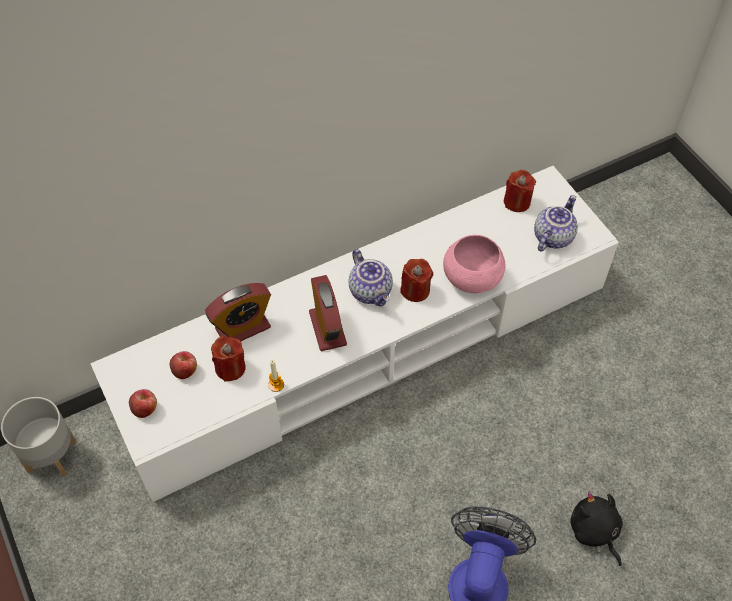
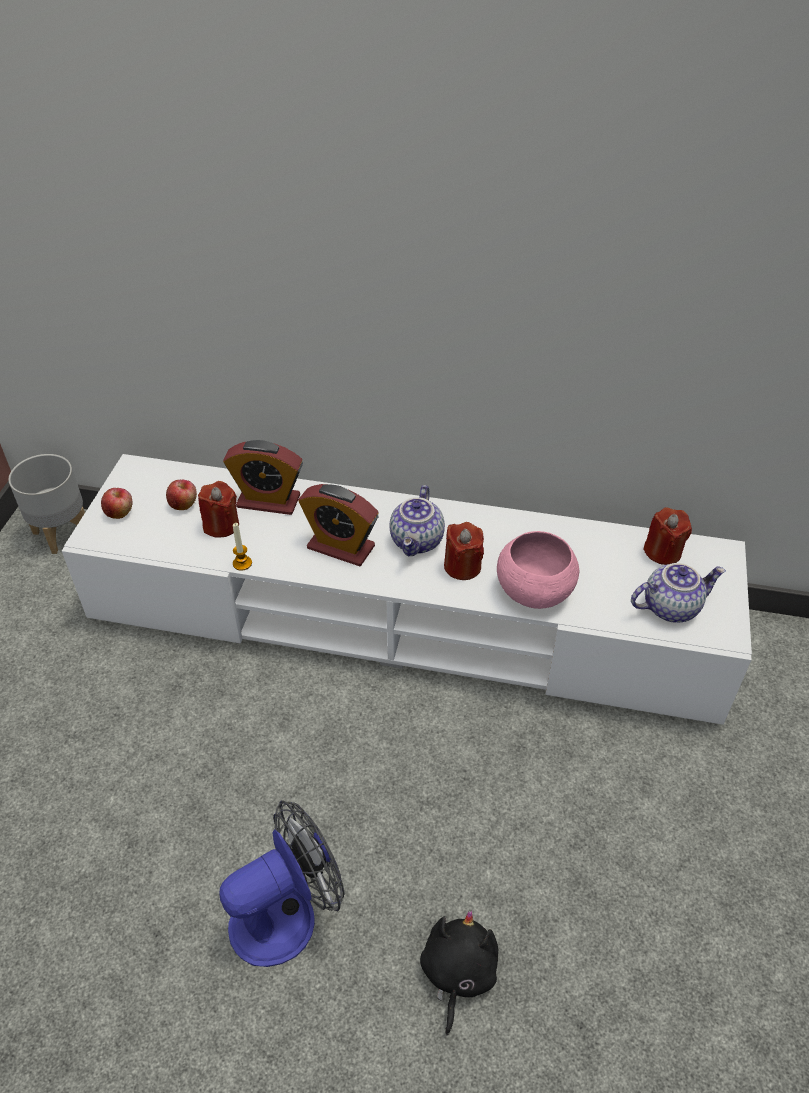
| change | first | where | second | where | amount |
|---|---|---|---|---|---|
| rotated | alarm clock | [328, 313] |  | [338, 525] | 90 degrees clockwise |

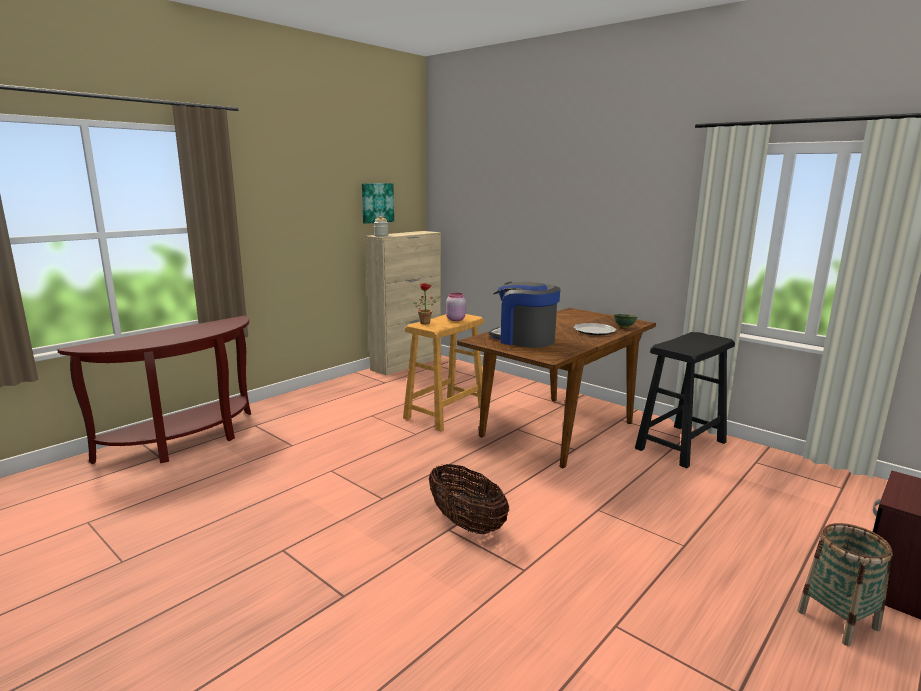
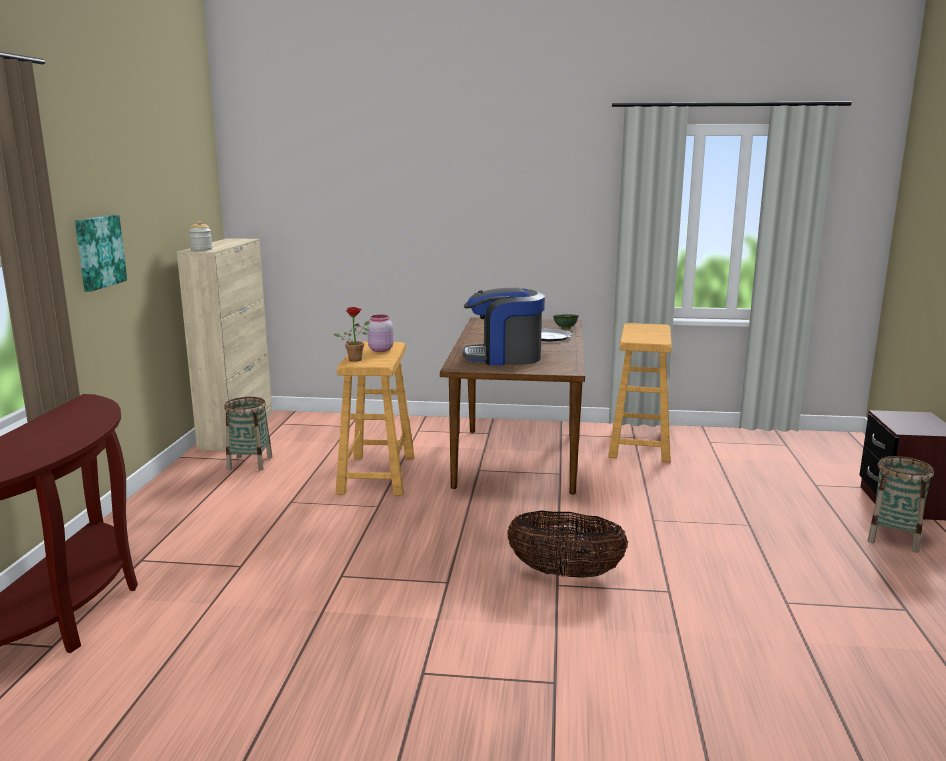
| change | first | where | second | where | amount |
|---|---|---|---|---|---|
| shifted | picture | [378, 203] |  | [101, 253] |  |
| repainted | black stool | [685, 400] | beige stool | [640, 393] |  |
| new |  |  | basket | [248, 433] |  |

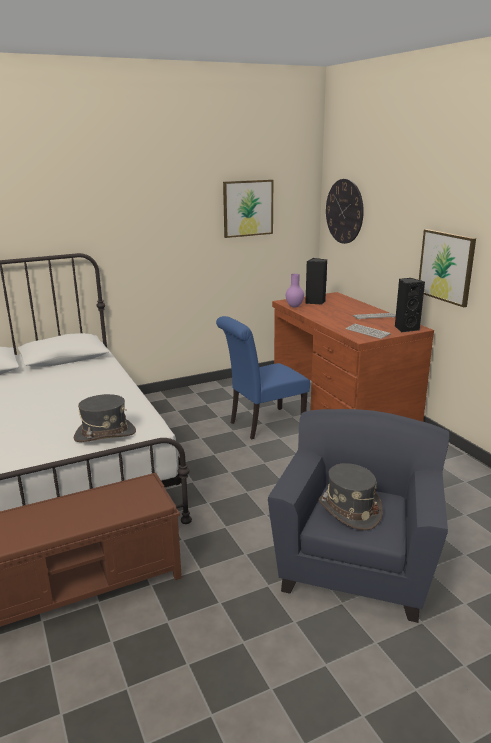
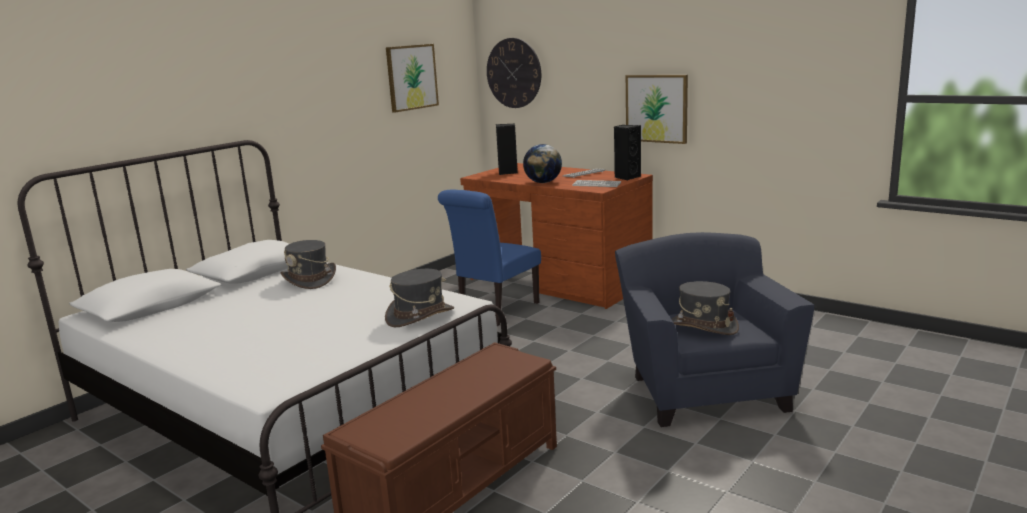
| change | first | where | second | where | amount |
|---|---|---|---|---|---|
| gone | purple vase | [295, 291] |  |  |  |
| new |  |  | globe | [542, 163] |  |
| new |  |  | grey hat | [308, 264] |  |

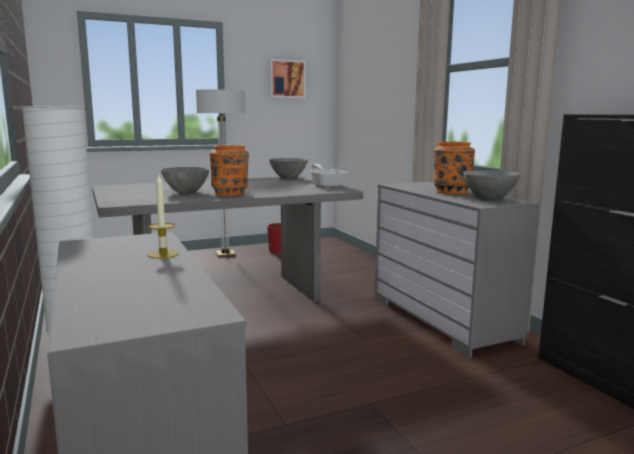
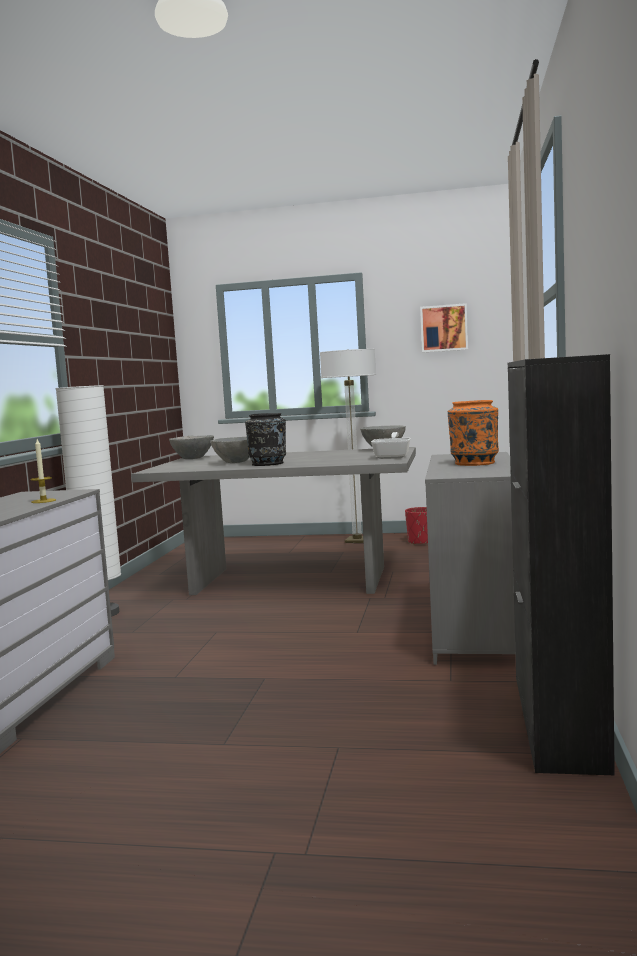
| change | first | where | second | where | amount |
|---|---|---|---|---|---|
| repainted | orange vase | [229, 170] | black vase | [265, 439] |  |
| shifted | grey bowl | [491, 185] |  | [191, 447] |  |

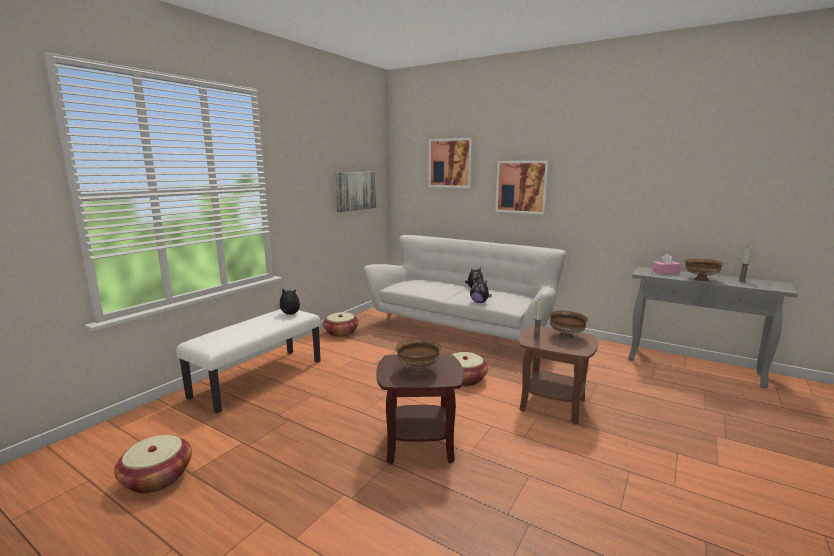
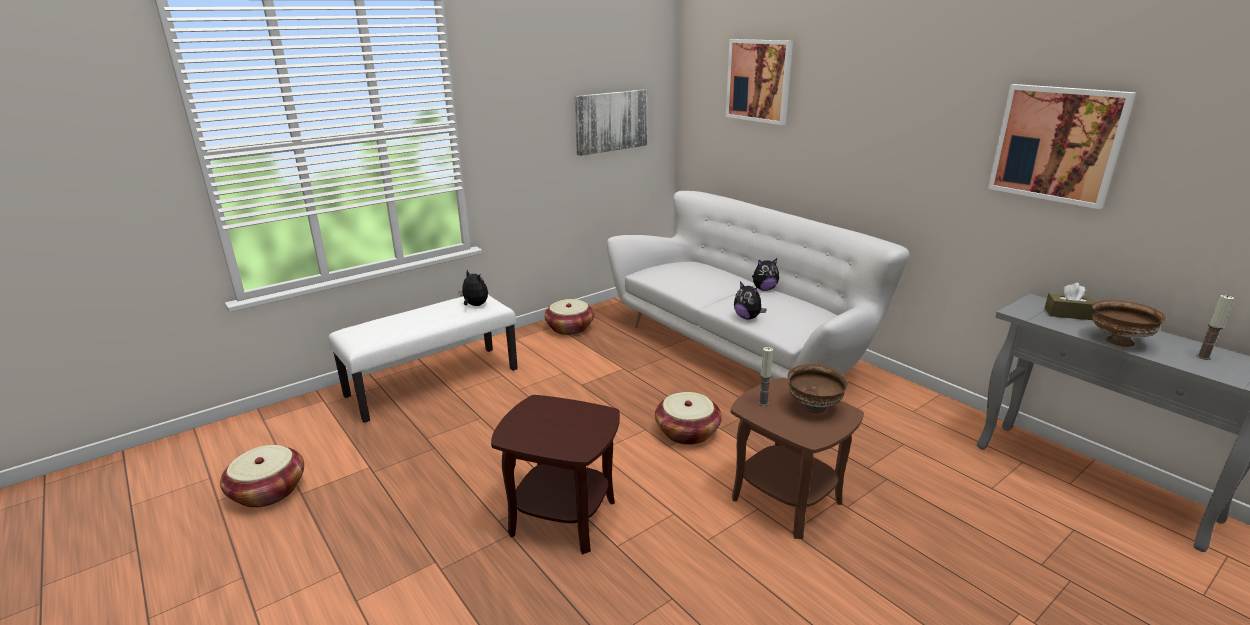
| change | first | where | second | where | amount |
|---|---|---|---|---|---|
| shifted | picture | [522, 188] |  | [1062, 146] |  |
| repainted | pink tissue box | [666, 264] | brown tissue box | [1070, 301] |  |
| gone | brown bowl | [418, 357] |  |  |  |

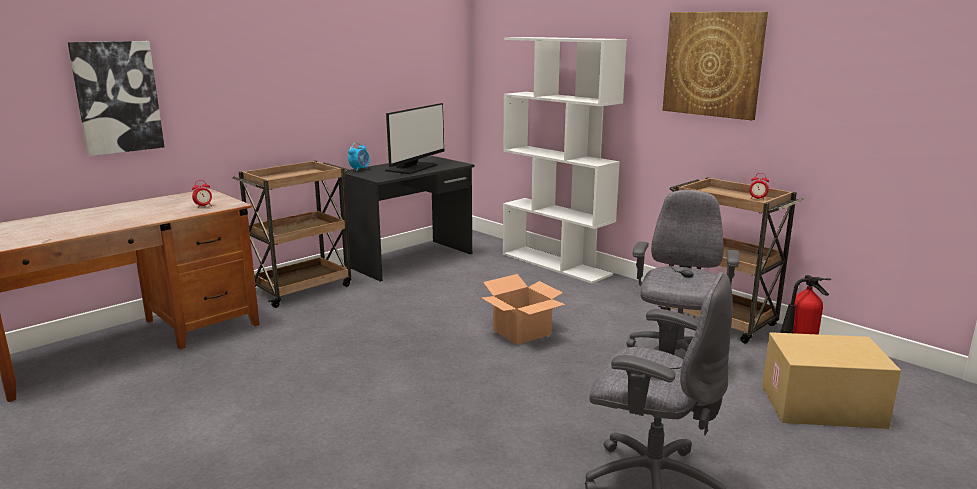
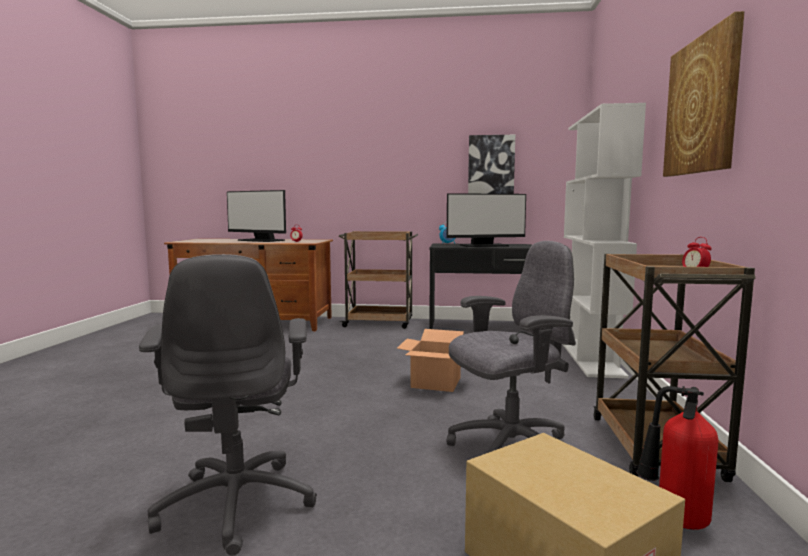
| change | first | where | second | where | amount |
|---|---|---|---|---|---|
| shifted | picture | [116, 98] |  | [491, 164] |  |
| new |  |  | monitor | [256, 216] |  |

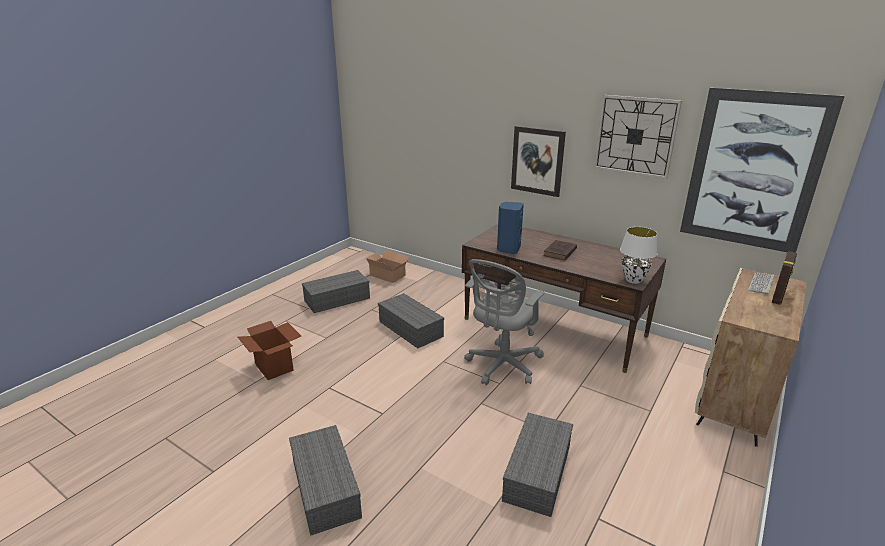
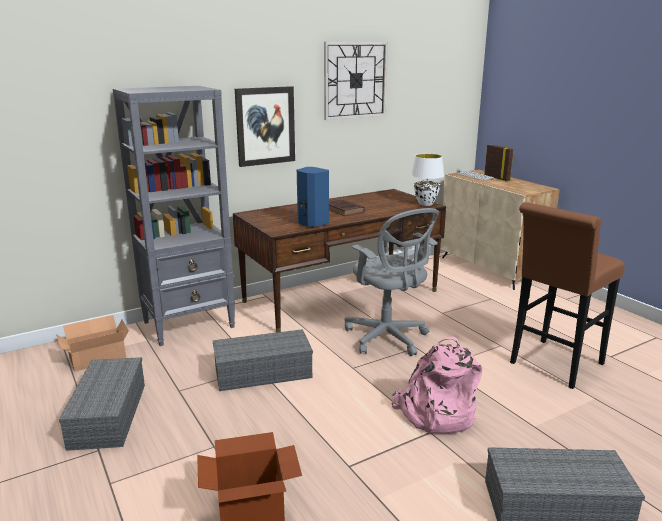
| change | first | where | second | where | amount |
|---|---|---|---|---|---|
| gone | picture | [762, 170] |  |  |  |
| swapped | grey storage box | [537, 465] | brown stool | [567, 295] |  |
| new |  |  | grey bookcase | [174, 216] |  |
| new |  |  | pink backpack | [437, 384] |  |

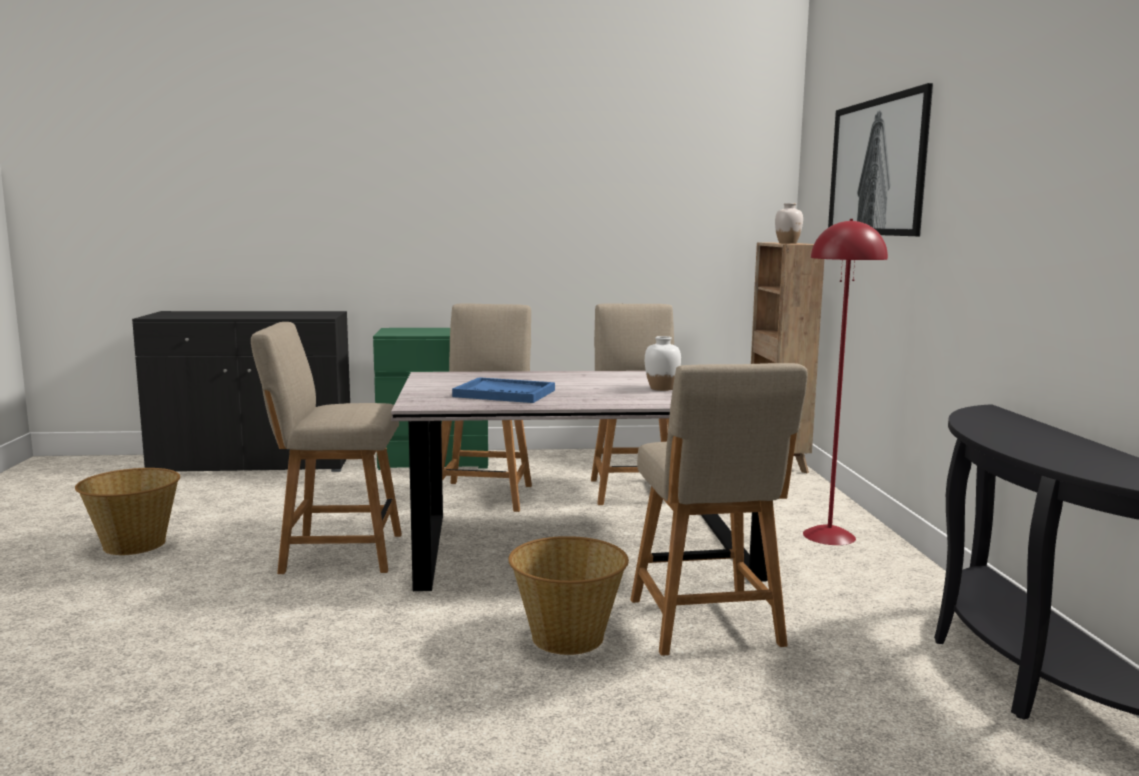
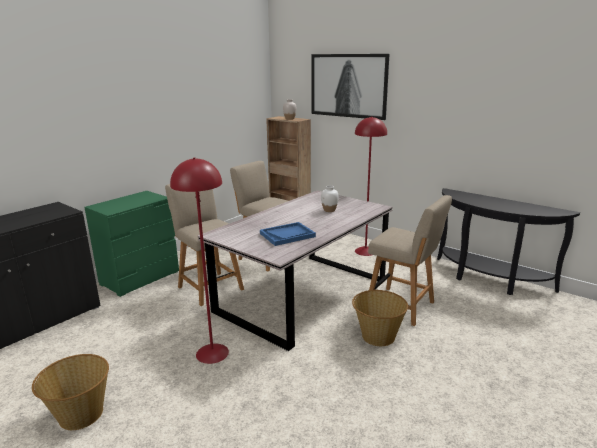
| change | first | where | second | where | amount |
|---|---|---|---|---|---|
| swapped | beige chair | [326, 448] | red floor lamp | [199, 261] |  |

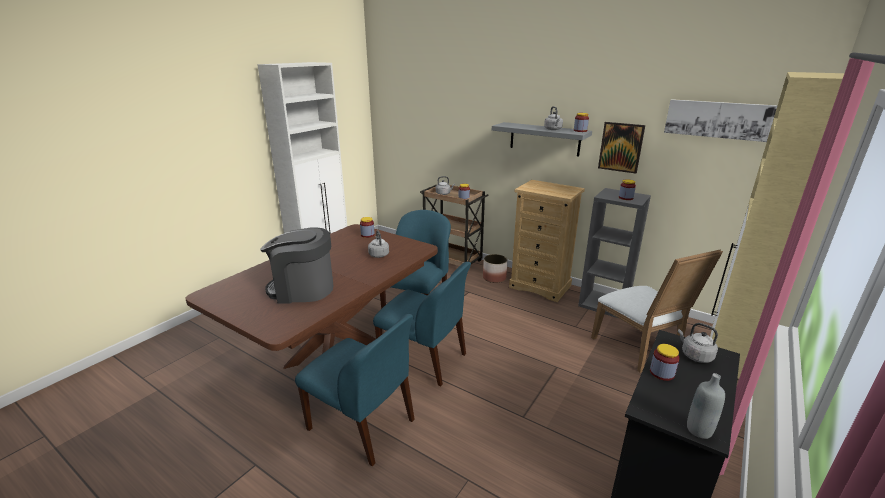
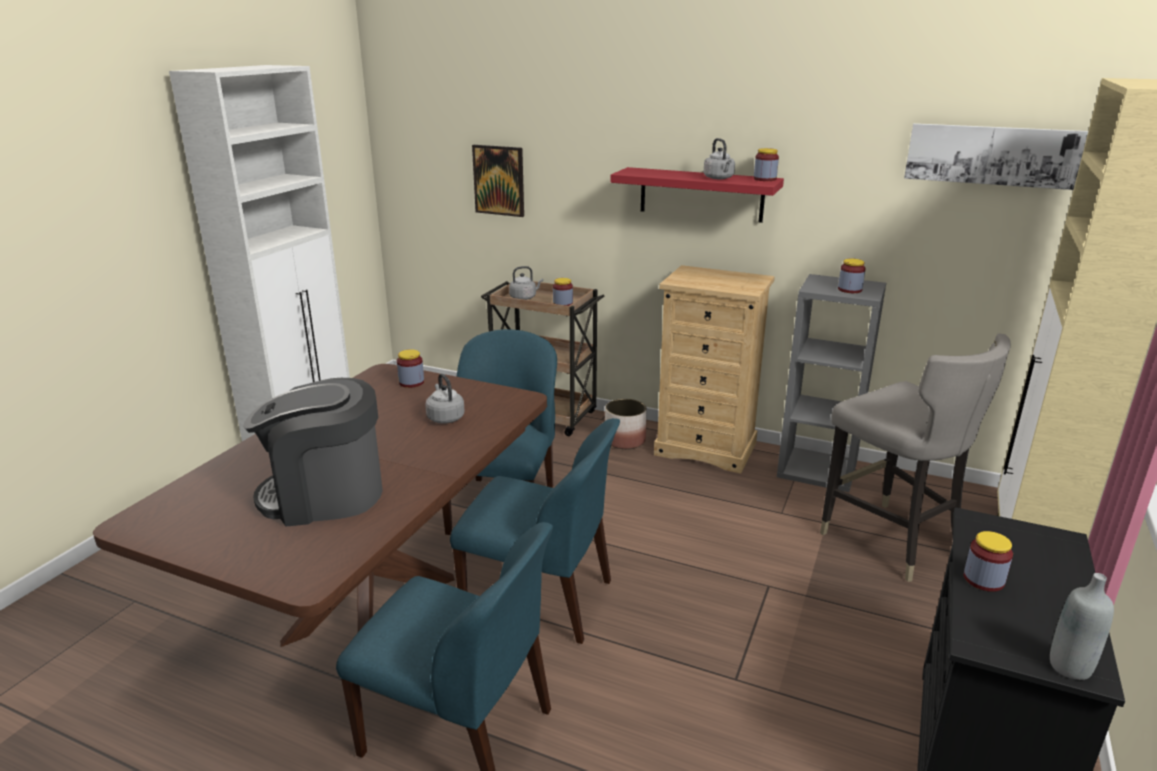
| change | first | where | second | where | amount |
|---|---|---|---|---|---|
| repainted | grey shelf | [542, 139] | red shelf | [697, 195] |  |
| shifted | picture | [621, 148] |  | [498, 181] |  |
| swapped | white chair | [657, 311] | grey stool | [915, 458] |  |
| gone | grey kettle | [698, 343] |  |  |  |

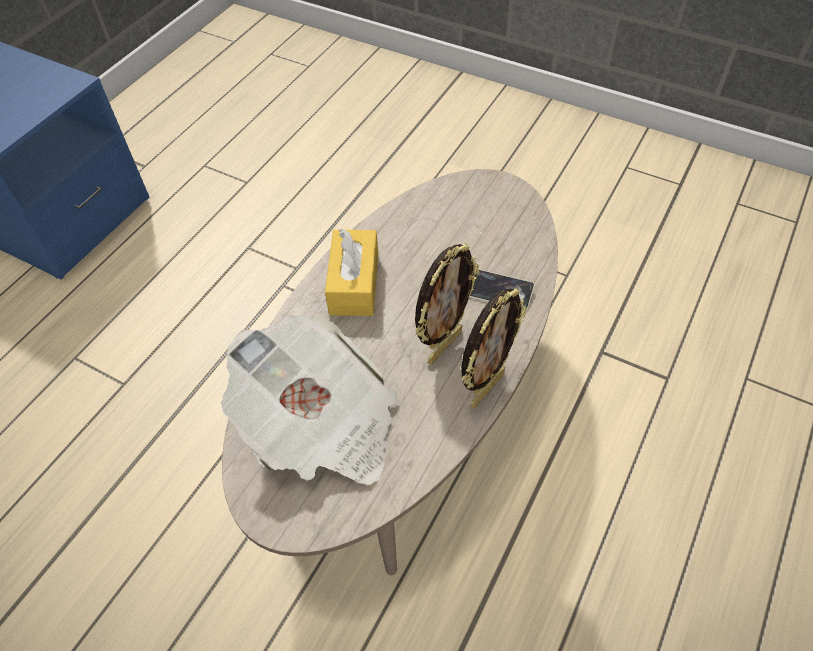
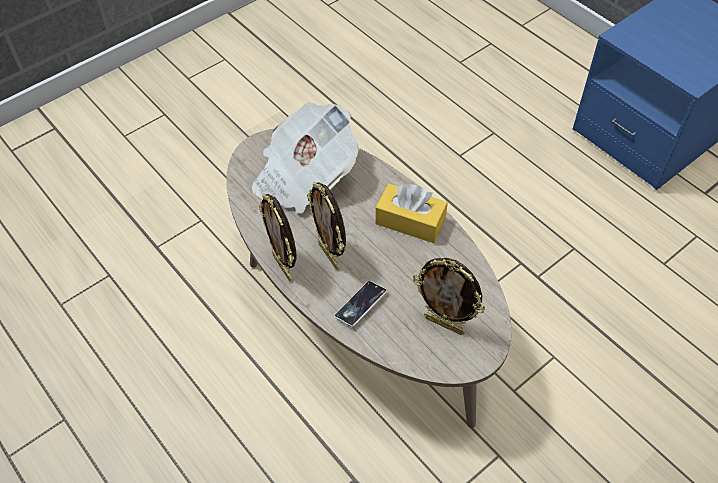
| change | first | where | second | where | amount |
|---|---|---|---|---|---|
| new |  |  | picture frame | [449, 296] |  |

